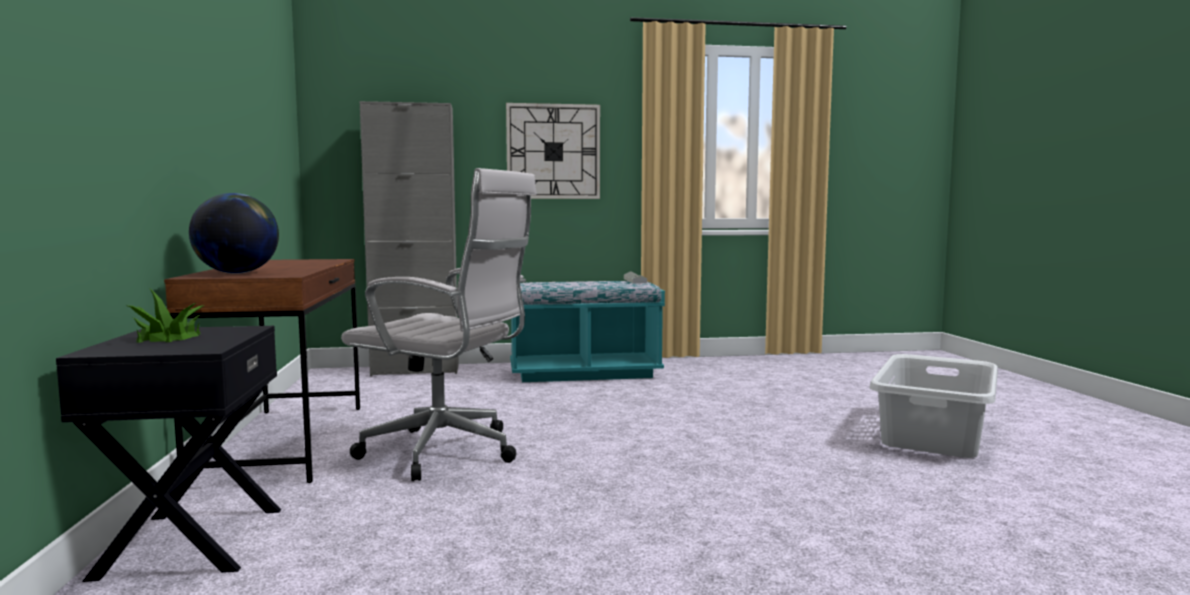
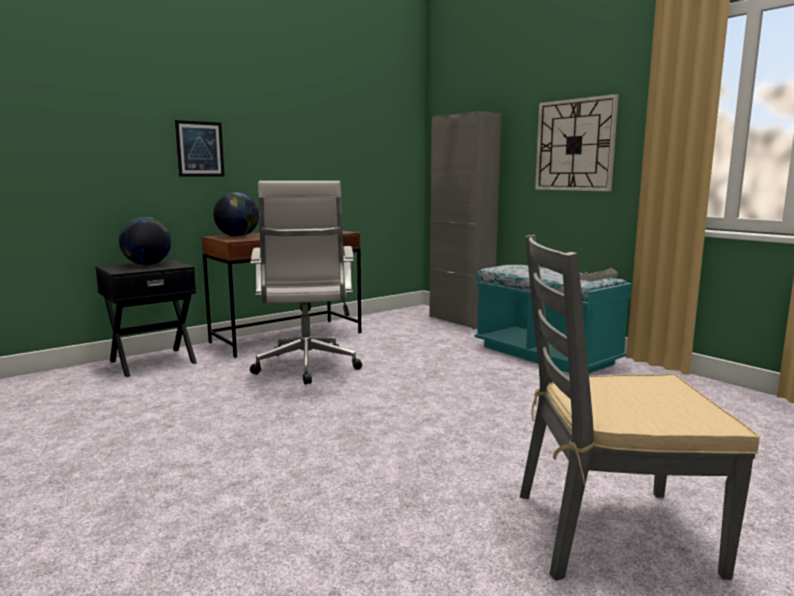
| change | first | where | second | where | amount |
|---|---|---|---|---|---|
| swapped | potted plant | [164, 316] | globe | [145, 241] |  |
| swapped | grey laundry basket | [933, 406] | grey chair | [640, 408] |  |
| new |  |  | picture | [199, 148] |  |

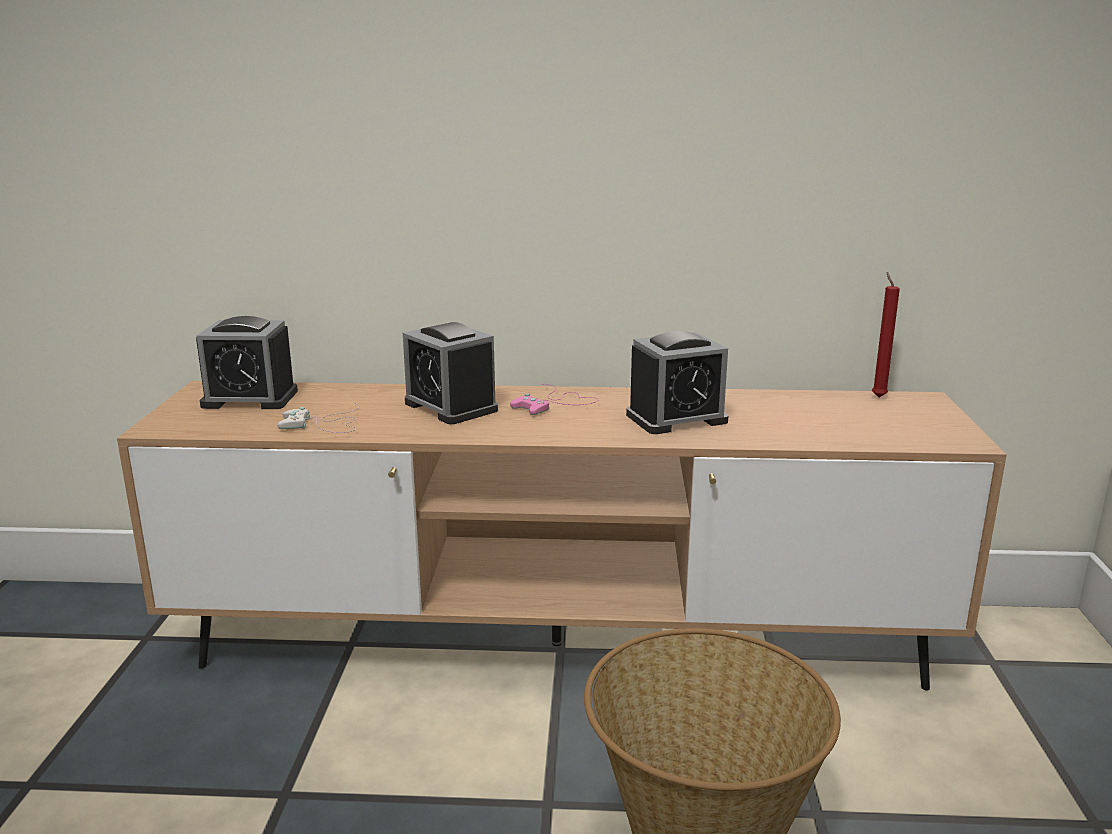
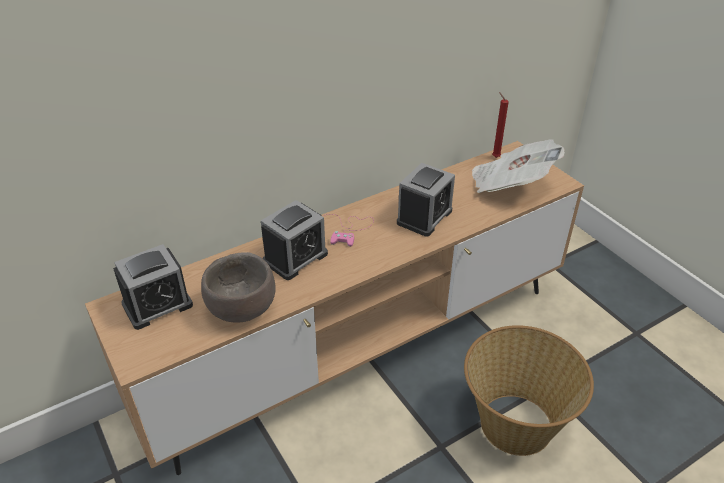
| change | first | where | second | where | amount |
|---|---|---|---|---|---|
| rotated | alarm clock | [450, 373] |  | [294, 240] | 60 degrees counterclockwise |
| swapped | white game controller | [318, 417] | brown bowl | [238, 287] |  |
| new |  |  | newspaper | [518, 166] |  |

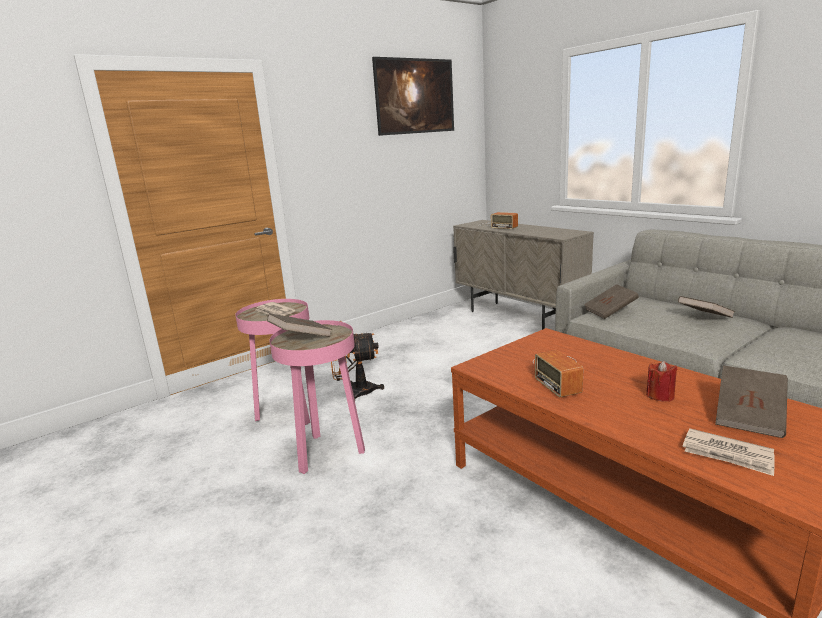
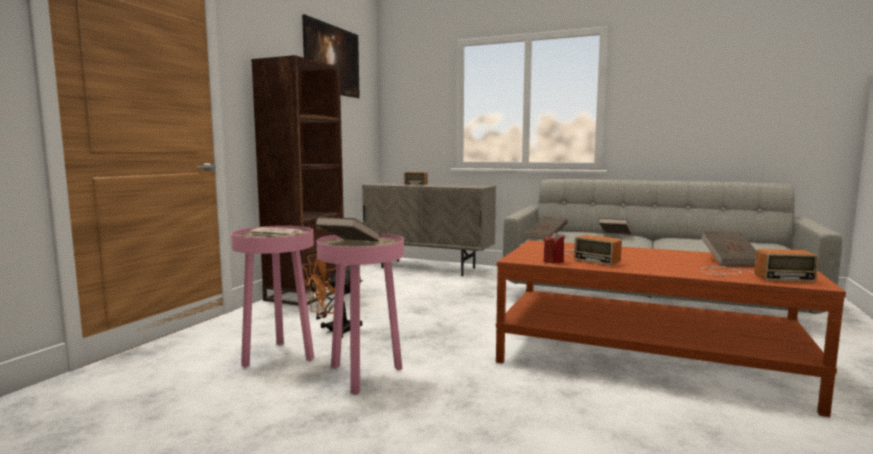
| change | first | where | second | where | amount |
|---|---|---|---|---|---|
| shifted | red candle | [661, 381] |  | [554, 248] |  |
| swapped | newspaper | [728, 452] | radio | [759, 265] |  |
| new |  |  | brown bookcase | [297, 180] |  |

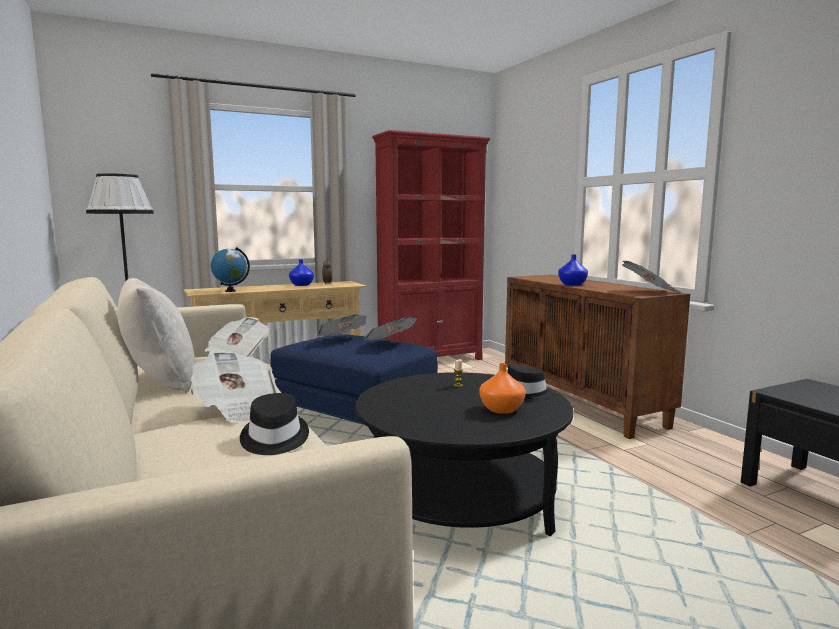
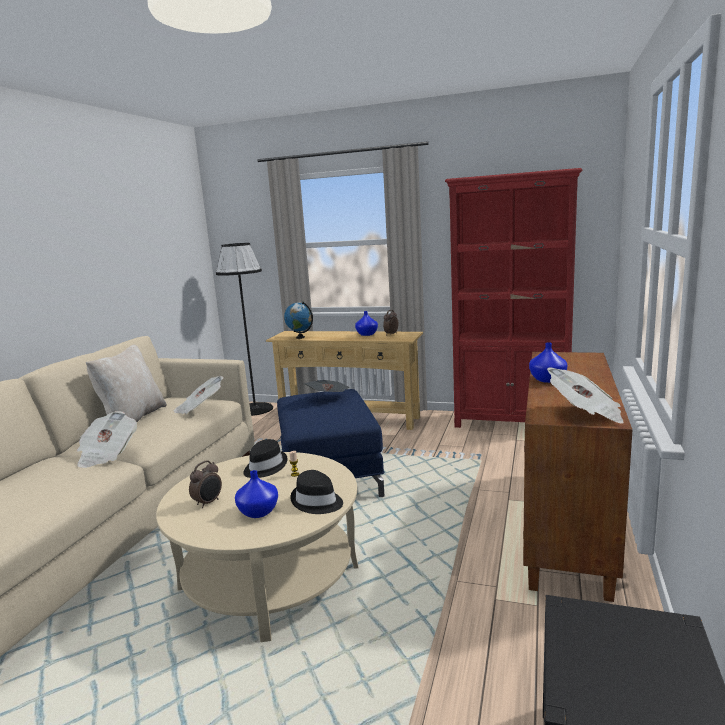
| change | first | where | second | where | amount |
|---|---|---|---|---|---|
| gone | newspaper | [390, 328] |  |  |  |
| repainted | orange vase | [502, 388] | blue vase | [256, 494] |  |
| repainted | black coffee table | [464, 454] | beige coffee table | [257, 547] |  |
| shifted | black hat | [274, 424] |  | [265, 458] |  |
| new |  |  | alarm clock | [205, 484] |  |

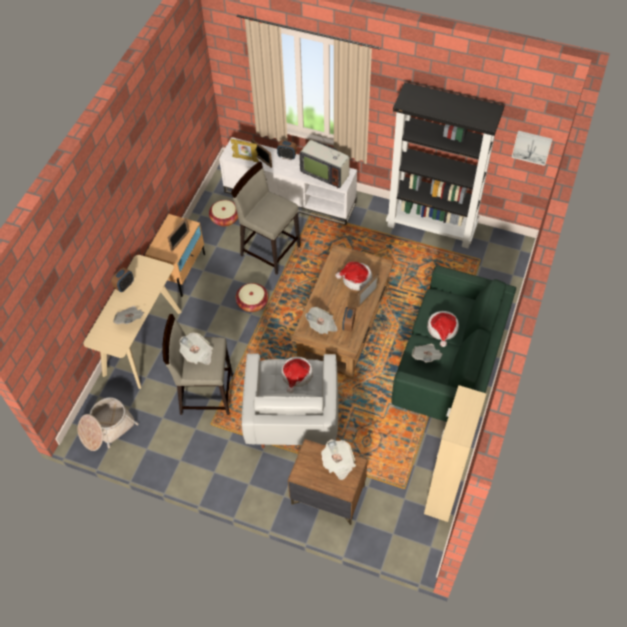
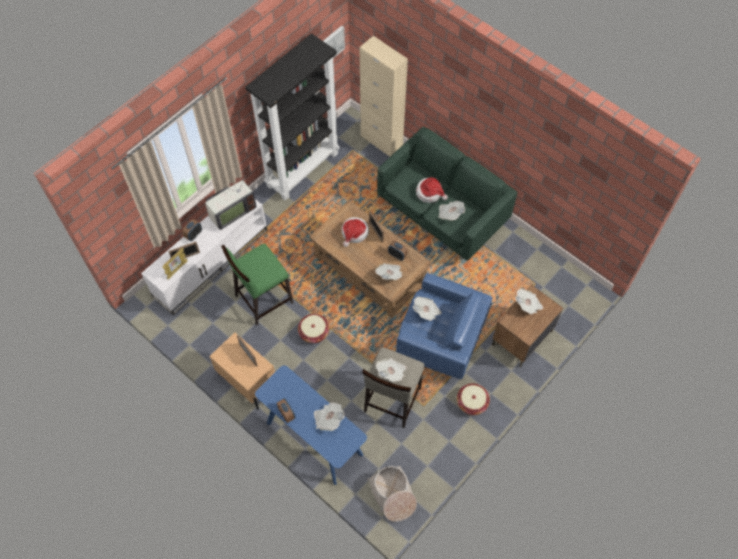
| change | first | where | second | where | amount |
|---|---|---|---|---|---|
| repainted | beige stool | [265, 218] | green stool | [257, 284] |  |
| shifted | basket | [223, 213] |  | [473, 399] |  |
| repainted | beige console table | [132, 322] | blue console table | [311, 425] |  |
| repainted | white armchair | [290, 401] | blue armchair | [444, 326] |  |
| swapped | hat | [297, 375] | newspaper | [427, 309] |  |
| shifted | beige cabinet | [455, 453] |  | [384, 96] |  |

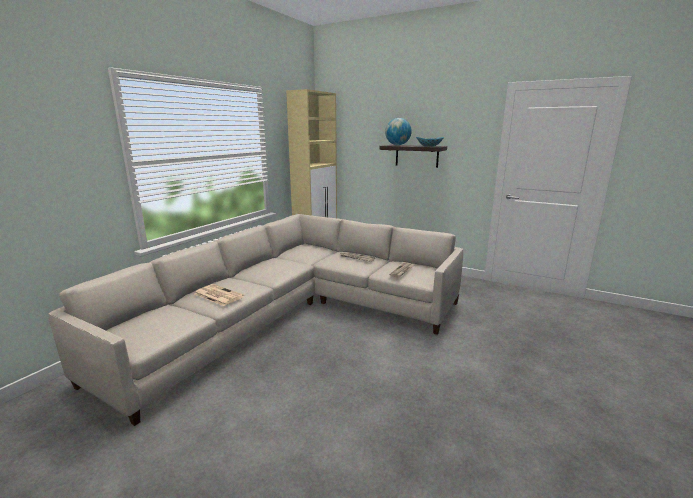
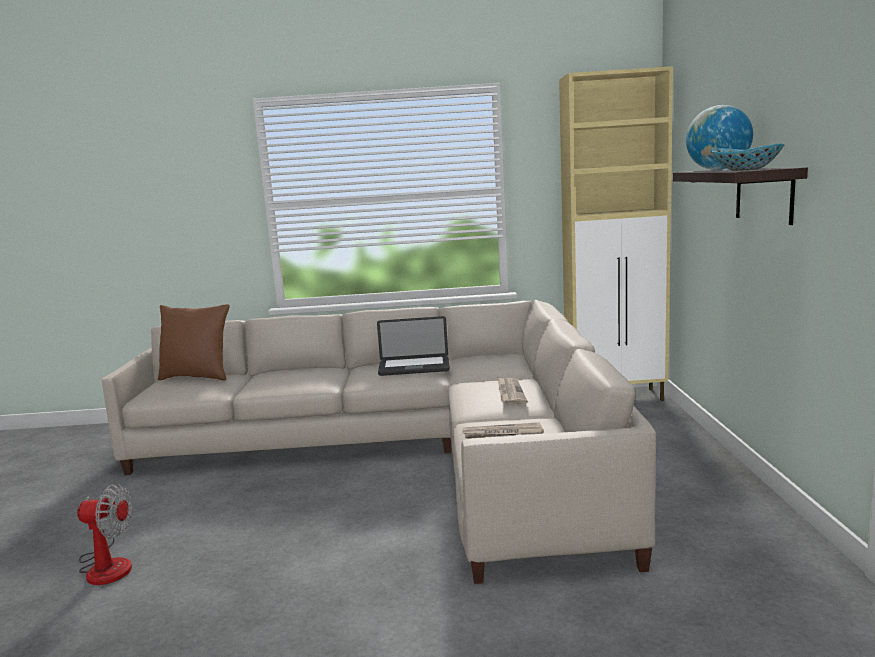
| change | first | where | second | where | amount |
|---|---|---|---|---|---|
| gone | newspaper | [219, 295] |  |  |  |
| new |  |  | brown pillow | [194, 342] |  |
| new |  |  | laptop | [413, 346] |  |
| new |  |  | fan | [104, 534] |  |

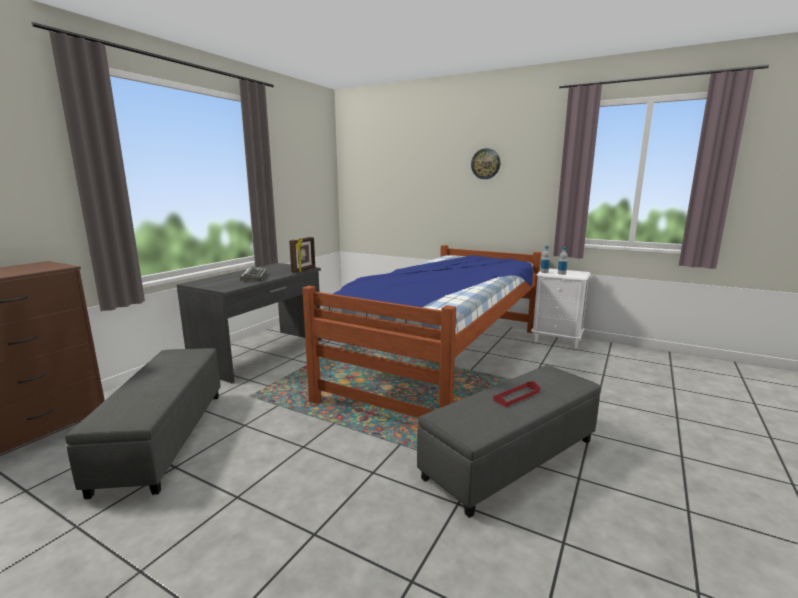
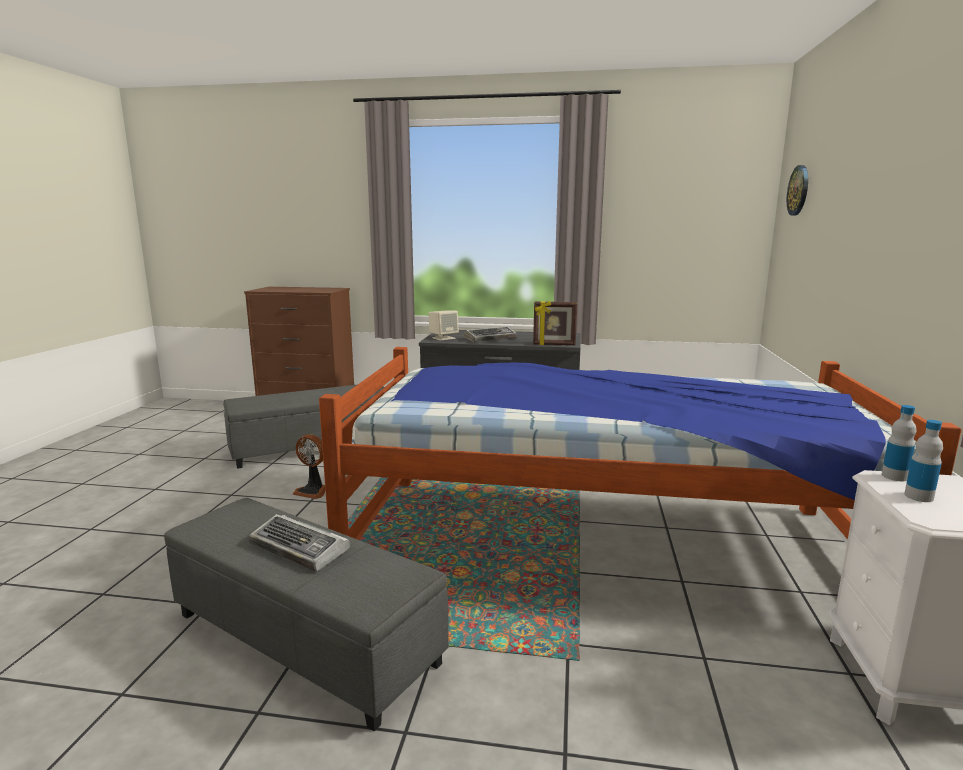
| change | first | where | second | where | amount |
|---|---|---|---|---|---|
| shifted | wall clock | [485, 163] |  | [797, 190] |  |
| swapped | red tray | [516, 394] | keyboard | [299, 543] |  |
| new |  |  | beige speaker | [443, 326] |  |
| new |  |  | fan | [308, 466] |  |

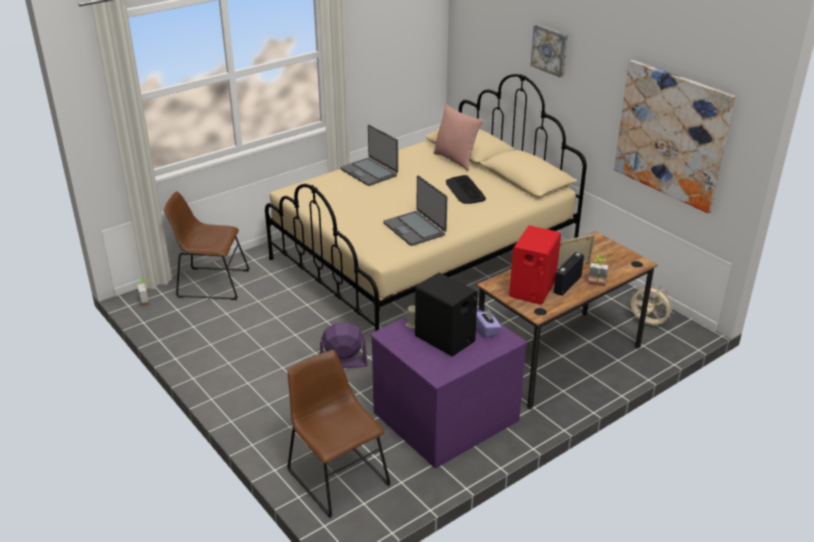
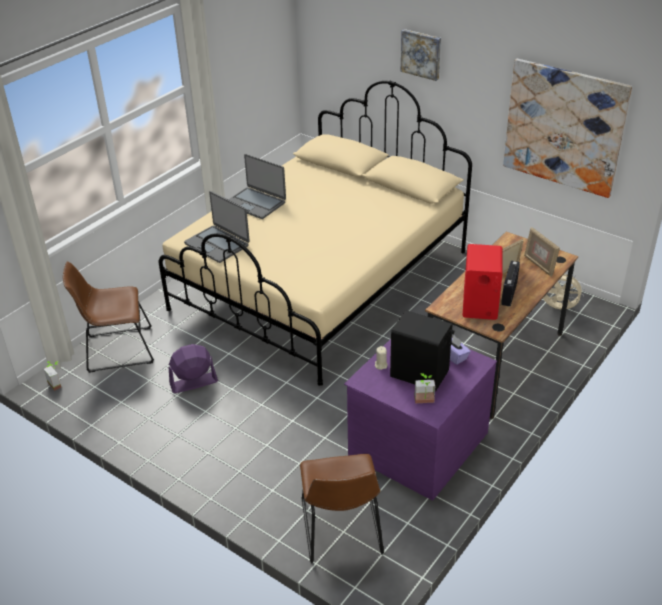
| change | first | where | second | where | amount |
|---|---|---|---|---|---|
| gone | pink pillow | [458, 137] |  |  |  |
| shifted | laptop | [415, 210] |  | [217, 227] |  |
| gone | keyboard | [466, 189] |  |  |  |
| shifted | potted plant | [598, 271] |  | [424, 388] |  |
| shifted | purple fan | [343, 345] |  | [193, 368] |  |
| rotated | brown chair | [339, 434] |  | [342, 508] | 135 degrees counterclockwise |
| new |  |  | picture frame | [542, 252] |  |

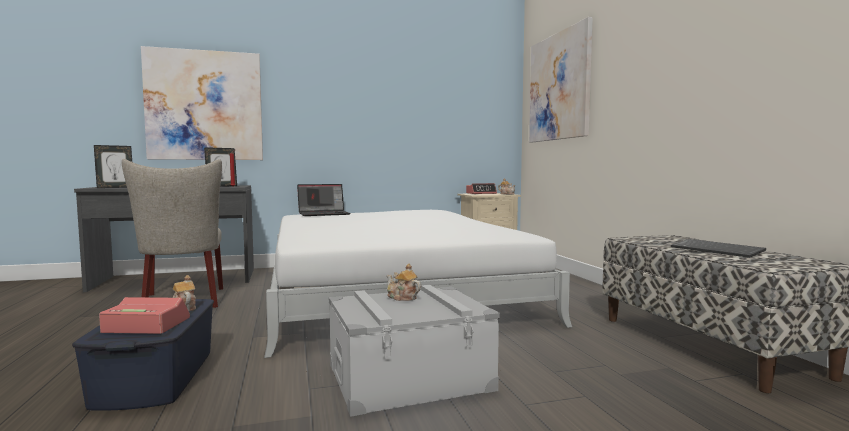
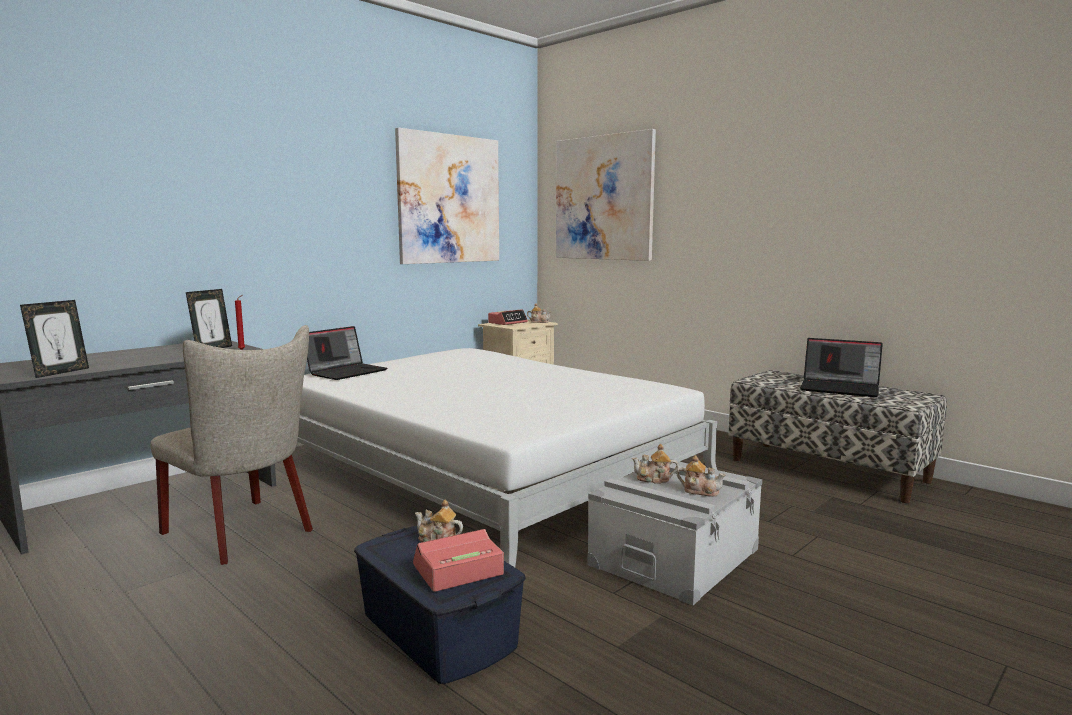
| change | first | where | second | where | amount |
|---|---|---|---|---|---|
| shifted | picture | [202, 103] |  | [447, 195] |  |
| swapped | keyboard | [718, 248] | laptop | [841, 367] |  |
| new |  |  | teapot | [701, 476] |  |

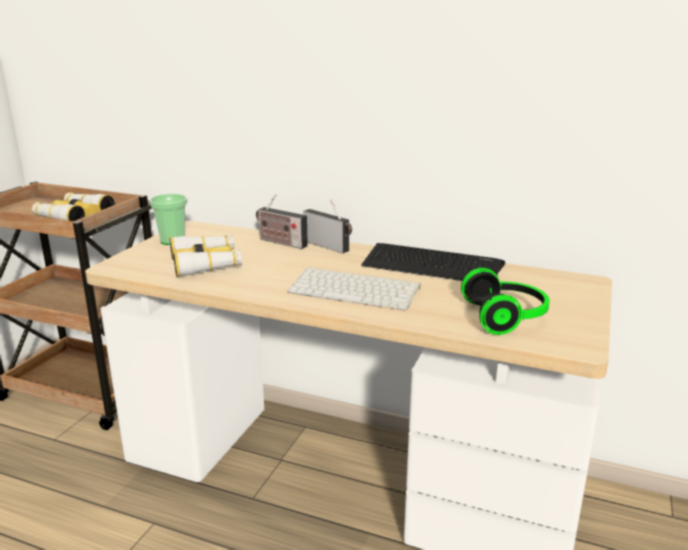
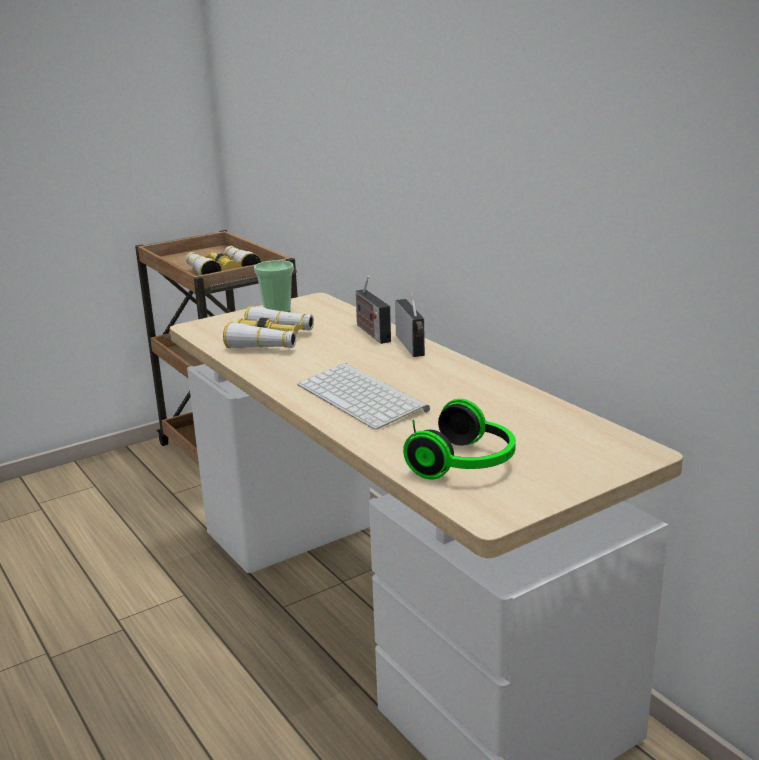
| change | first | where | second | where | amount |
|---|---|---|---|---|---|
| gone | keyboard | [433, 262] |  |  |  |

